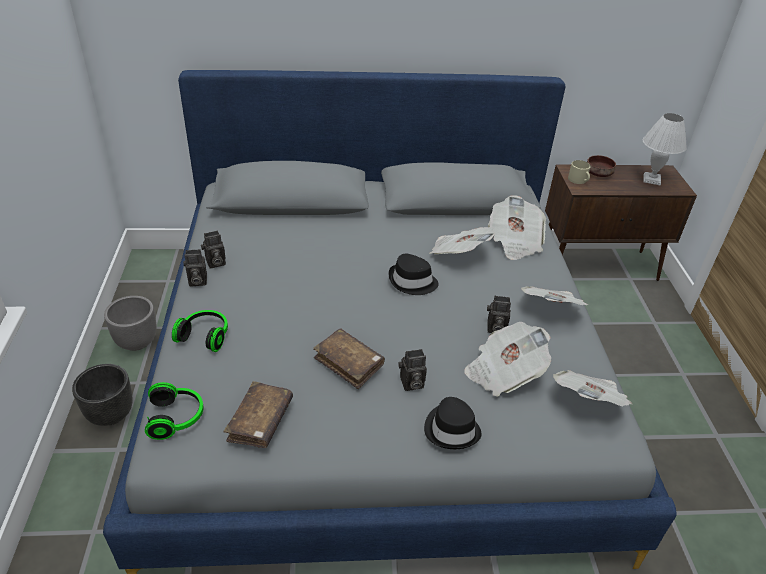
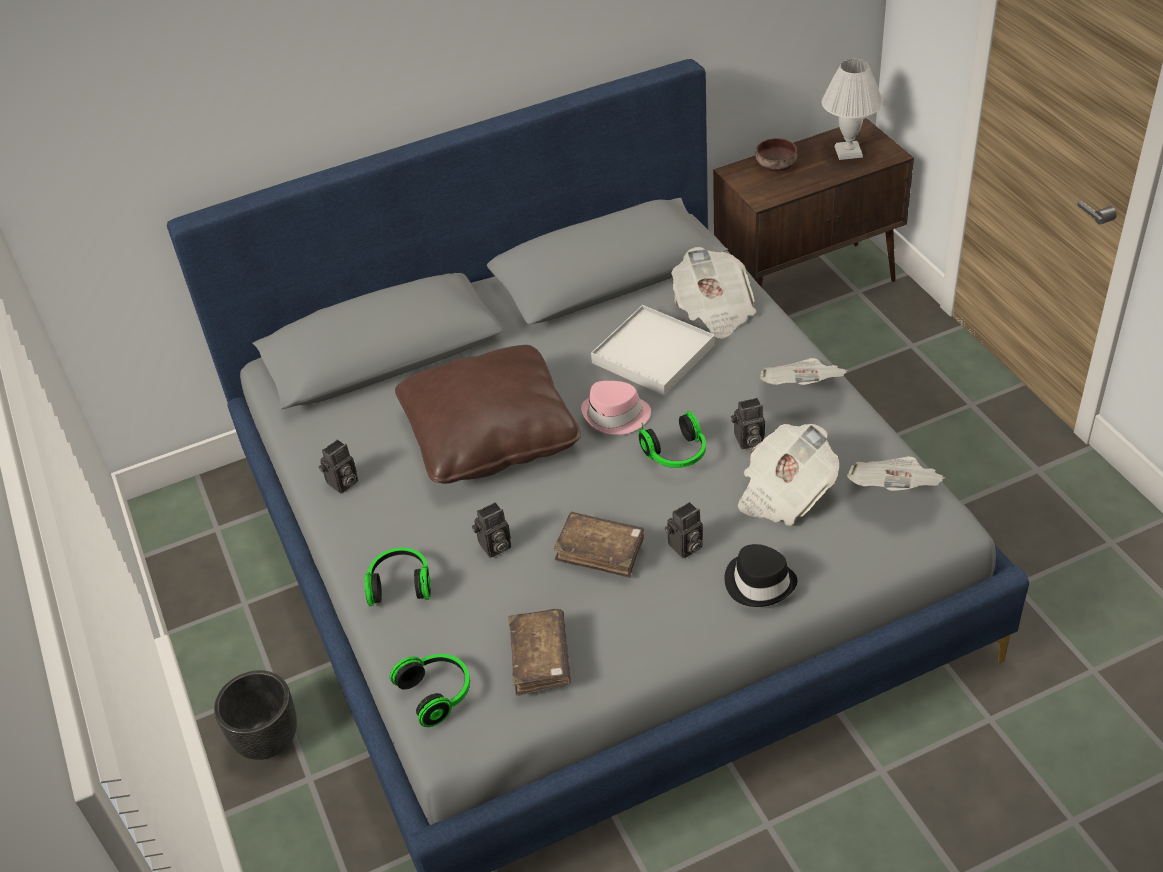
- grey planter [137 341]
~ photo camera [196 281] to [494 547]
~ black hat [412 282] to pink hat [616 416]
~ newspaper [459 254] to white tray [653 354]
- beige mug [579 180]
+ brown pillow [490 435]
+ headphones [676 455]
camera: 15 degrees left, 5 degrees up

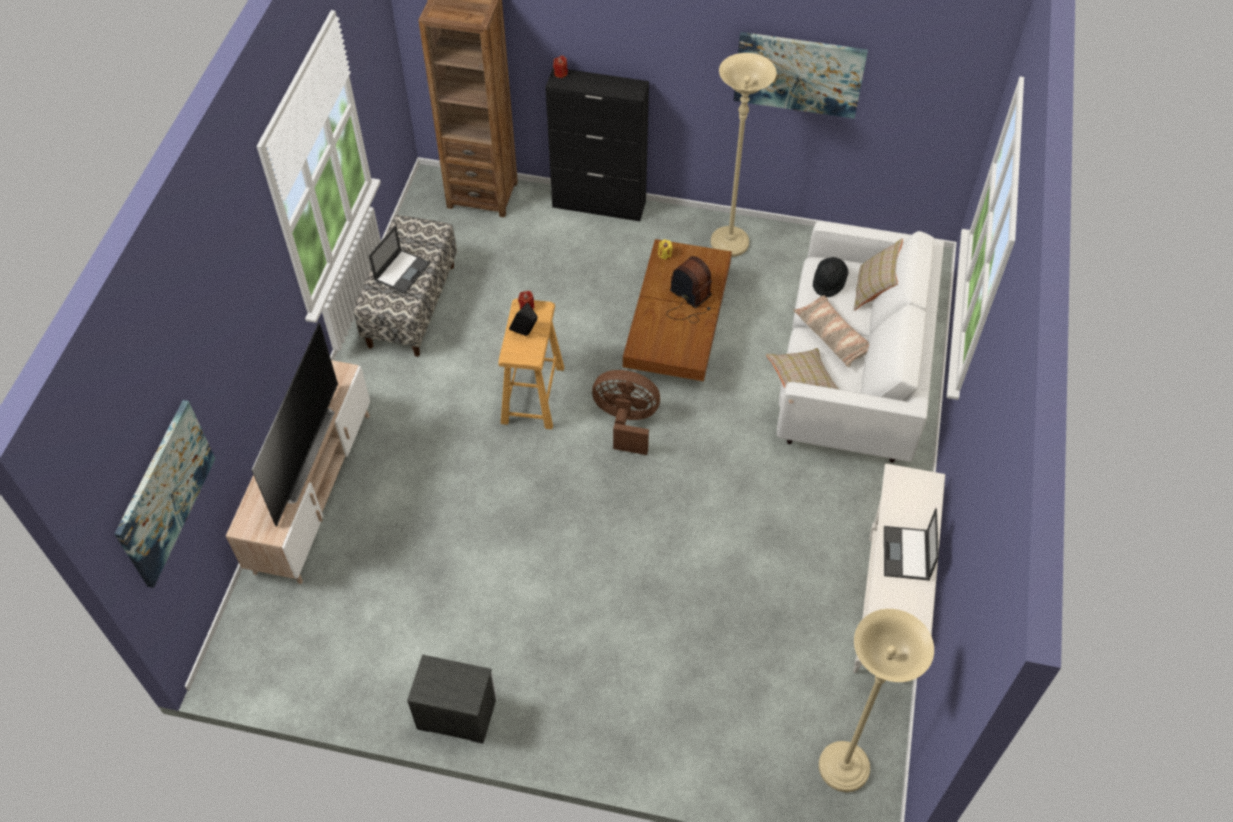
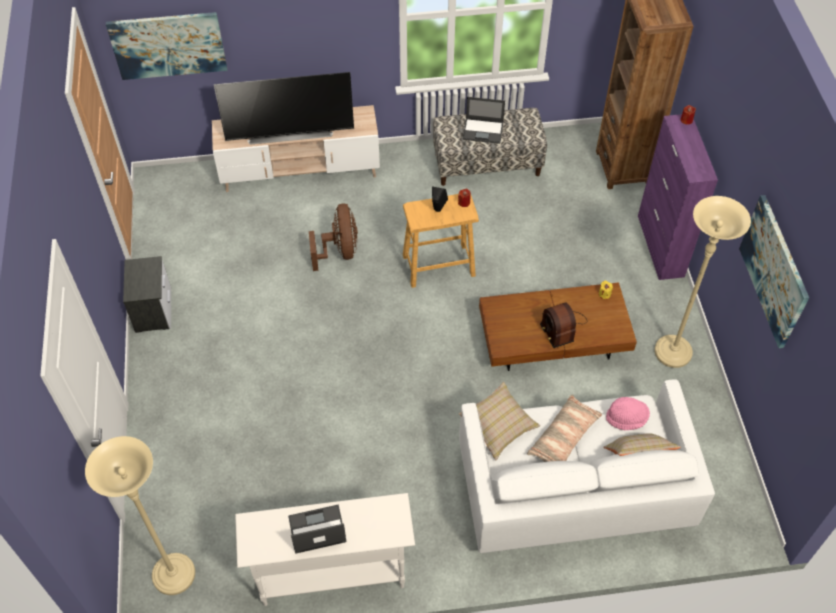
~ black cabinet [599 204] to purple cabinet [660 246]
~ brown fan [626 423] to [339 251]
~ radio [689 301] = [561 326] 135 degrees clockwise
~ black hat [828 282] to pink hat [626 418]
camera: 70 degrees right, 0 degrees up

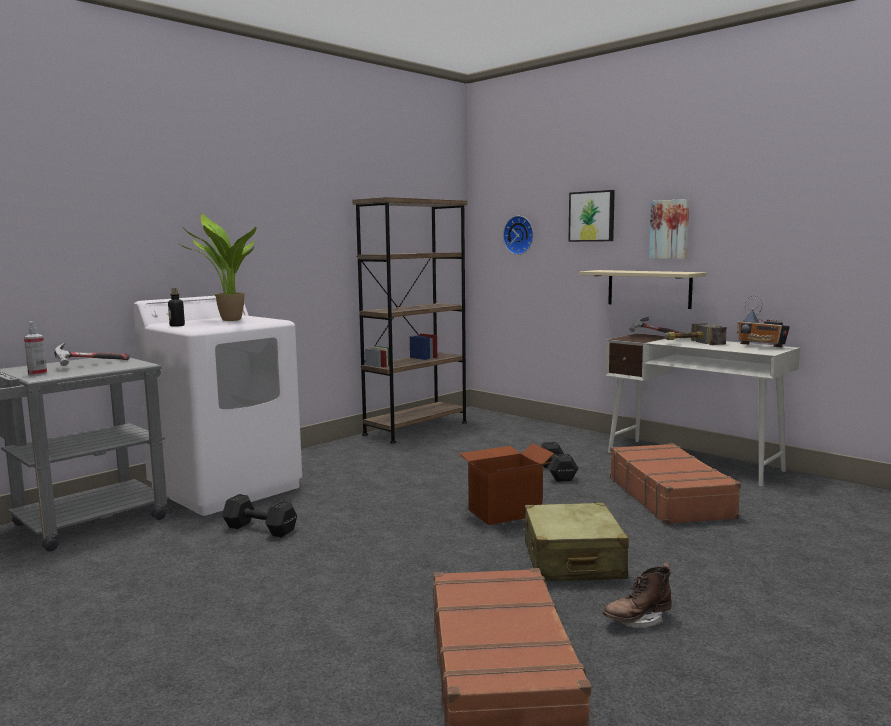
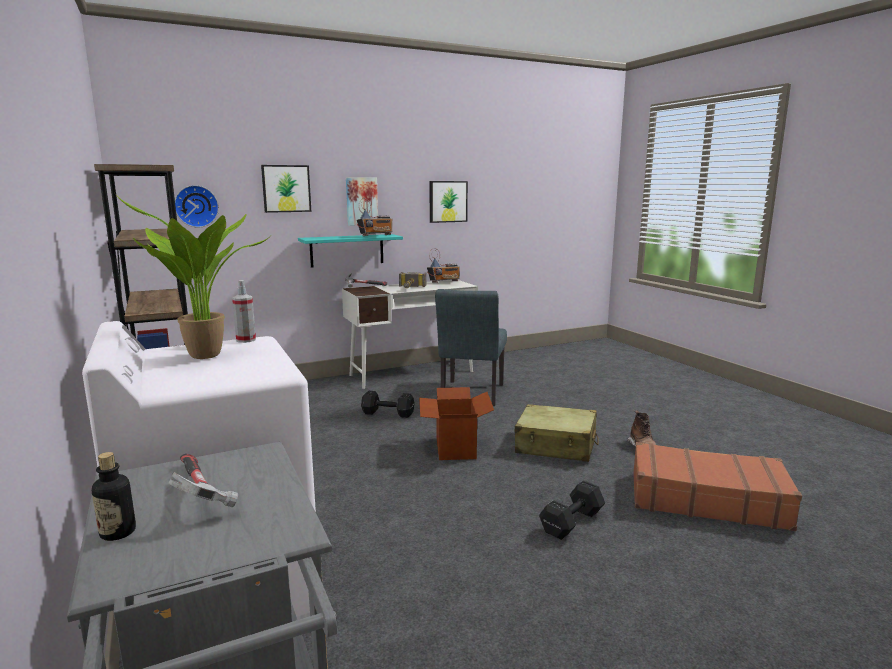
~ spray bottle [37 374] to [246 340]
~ bottle [177 325] to [118 532]
~ black dumbbell [259 528] to [570 523]
~ beige shelf [649 288] to turquoise shelf [347 250]
~ brown suitcase [670 497] to grey chair [471 395]
+ radio [376 236]
+ picture [447 201]
camera: 70 degrees left, 5 degrees up

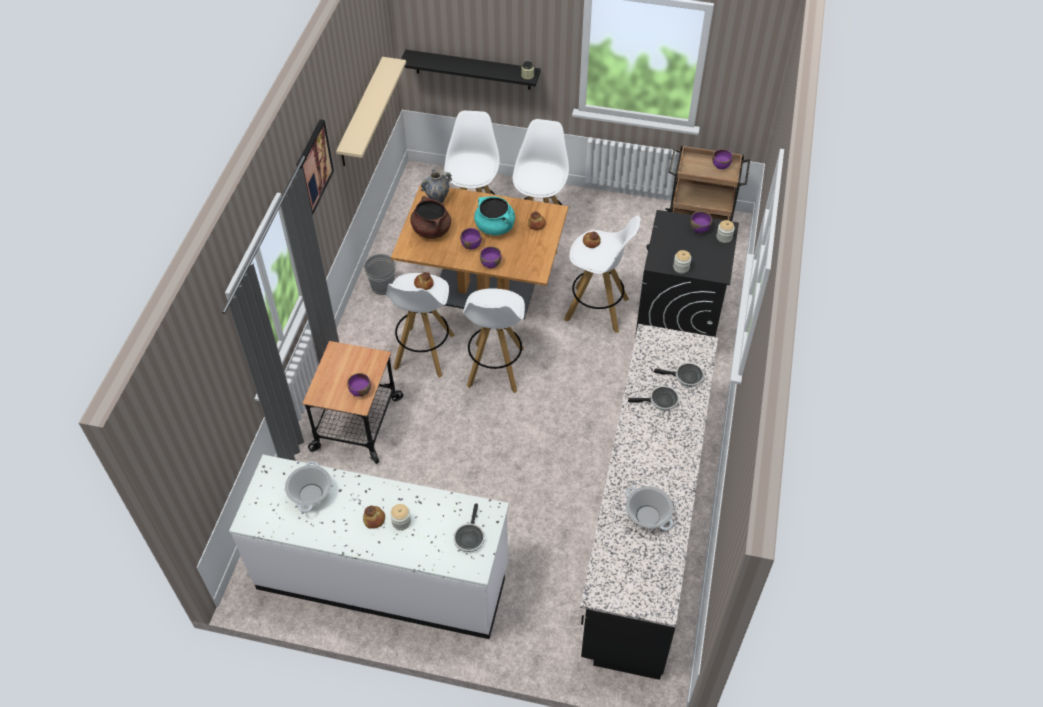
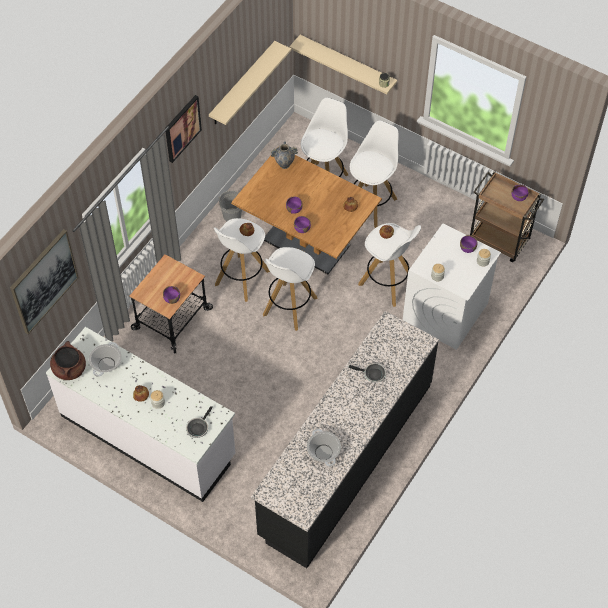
~ black shelf [472 69] to beige shelf [347 64]
~ brown cooking pot [431 230] to [69 369]
- turquoise cooking pot [495 227]
~ black washing machine [677 322] to white washing machine [445 312]
- frying pan [686 377]
+ picture [44 281]
camera: 20 degrees right, 5 degrees up

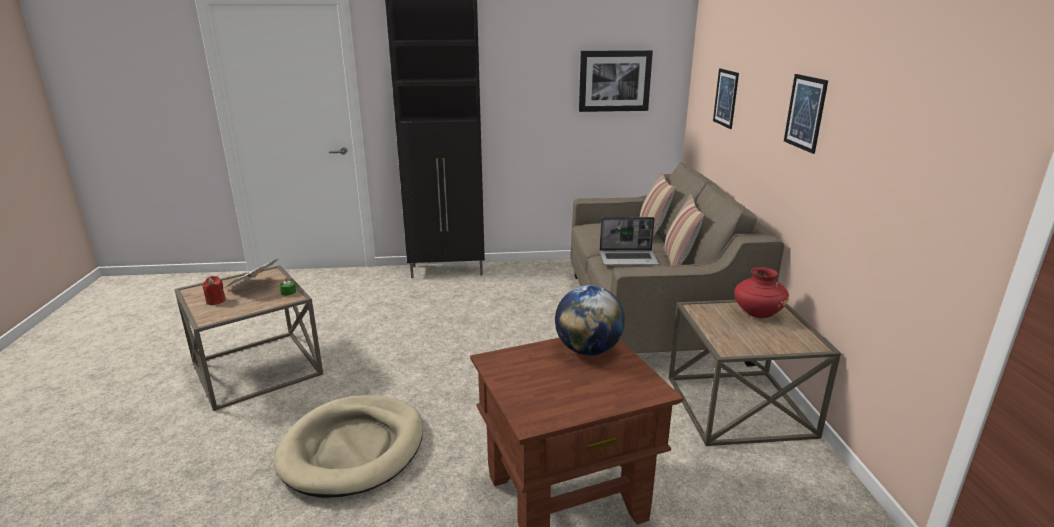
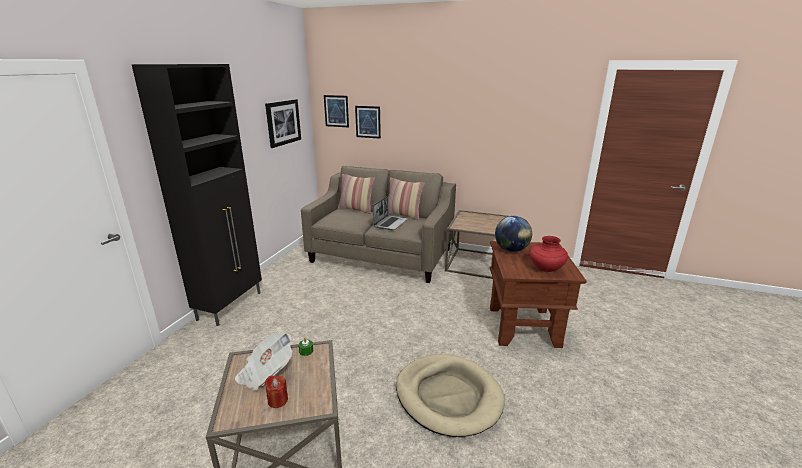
~ red vase [757 313] to [546 268]
~ picture [805 112] to [336 111]
camera: 65 degrees left, 0 degrees up

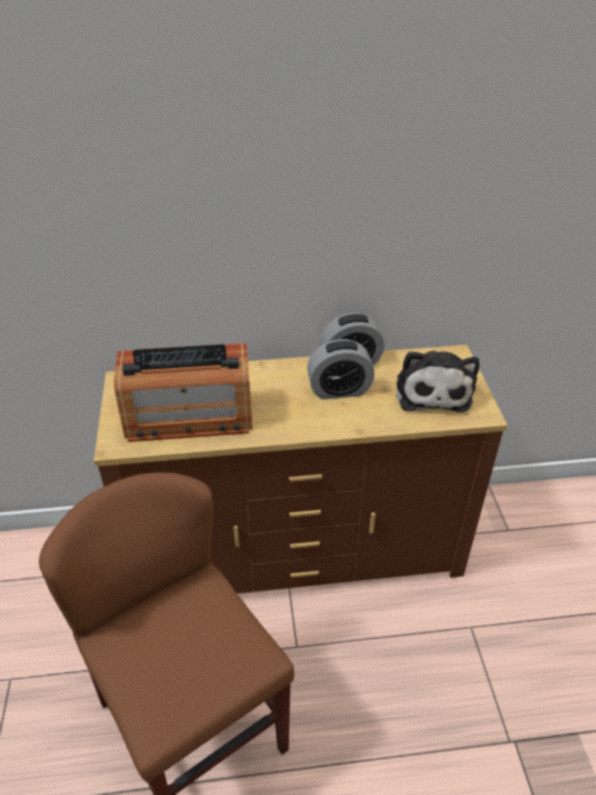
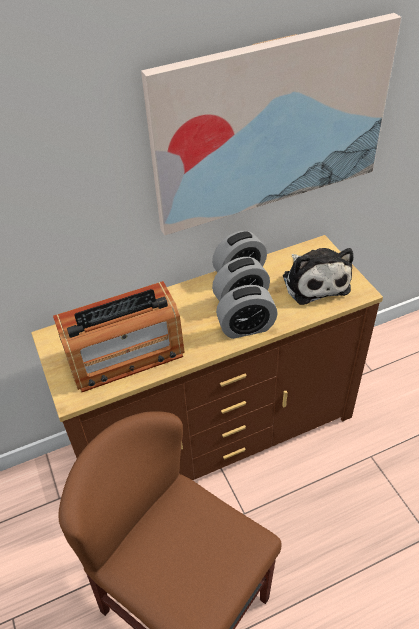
+ picture [271 125]
+ alarm clock [246 328]
camera: 15 degrees left, 5 degrees up

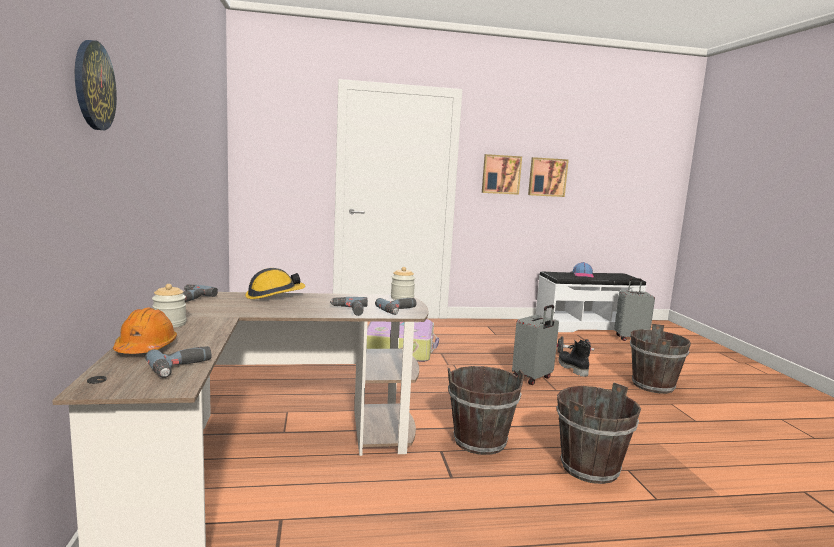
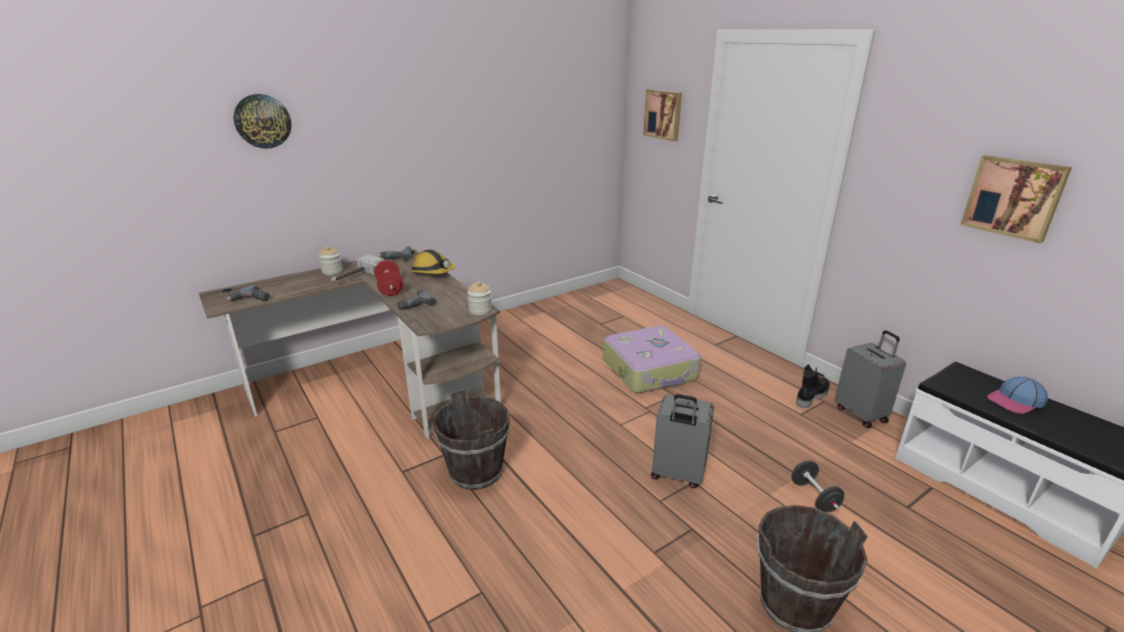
- orange hard hat [146 348]
- power drill [400 310]
~ picture [501 174] to [663 114]
- brown bucket [589 468]
~ black boot [571 368] to [811 396]
~ grey suitcase [630 338] to [861 414]
+ hammer [357 277]
+ red dumbbell [390 289]
camera: 65 degrees right, 15 degrees up

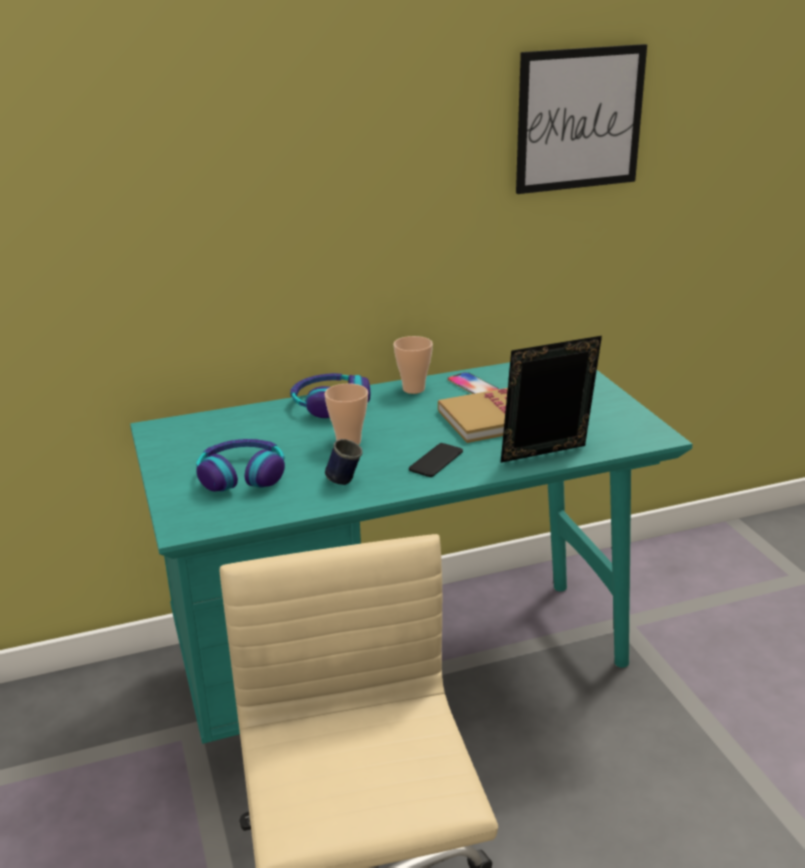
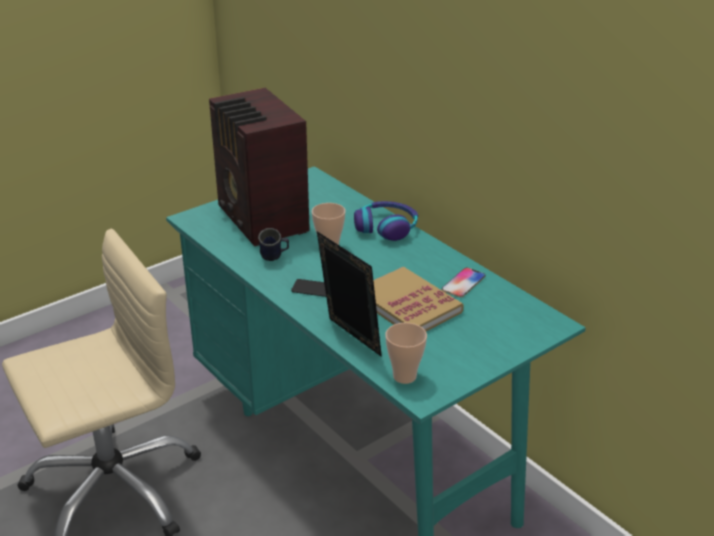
~ headphones [242 475] to radio [261 220]
~ cup [413 389] to [404 376]
- picture [579 119]
camera: 70 degrees right, 5 degrees up

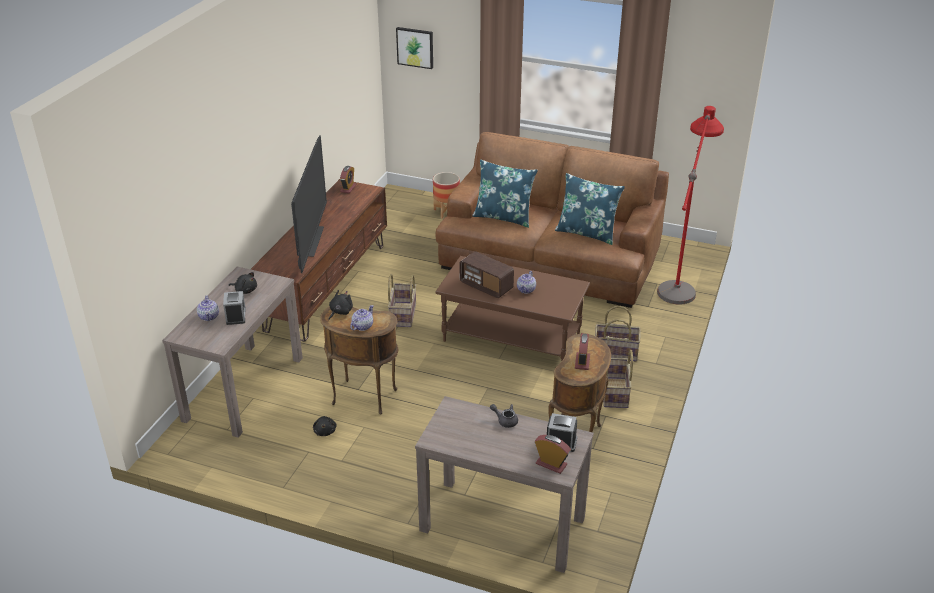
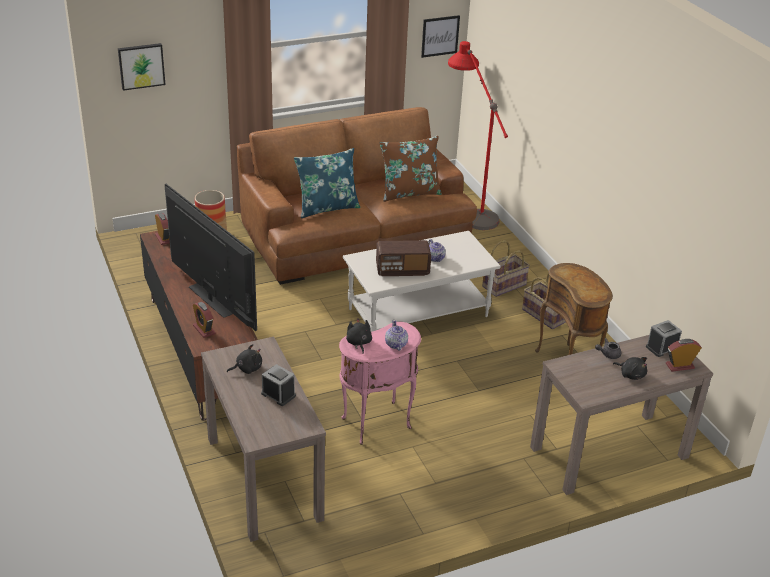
- teapot [209 316]
~ black plush toy [325 431] to [631 374]
~ brown side table [363 398] to pink side table [378 425]
- basket [402 314]
~ brown coffee table [512 337] to white coffee table [418 312]
~ blue pillow [587 233] to brown pillow [409 193]
~ alarm clock [582 362] to [204 329]
+ picture [440 36]
camera: 45 degrees left, 0 degrees up

